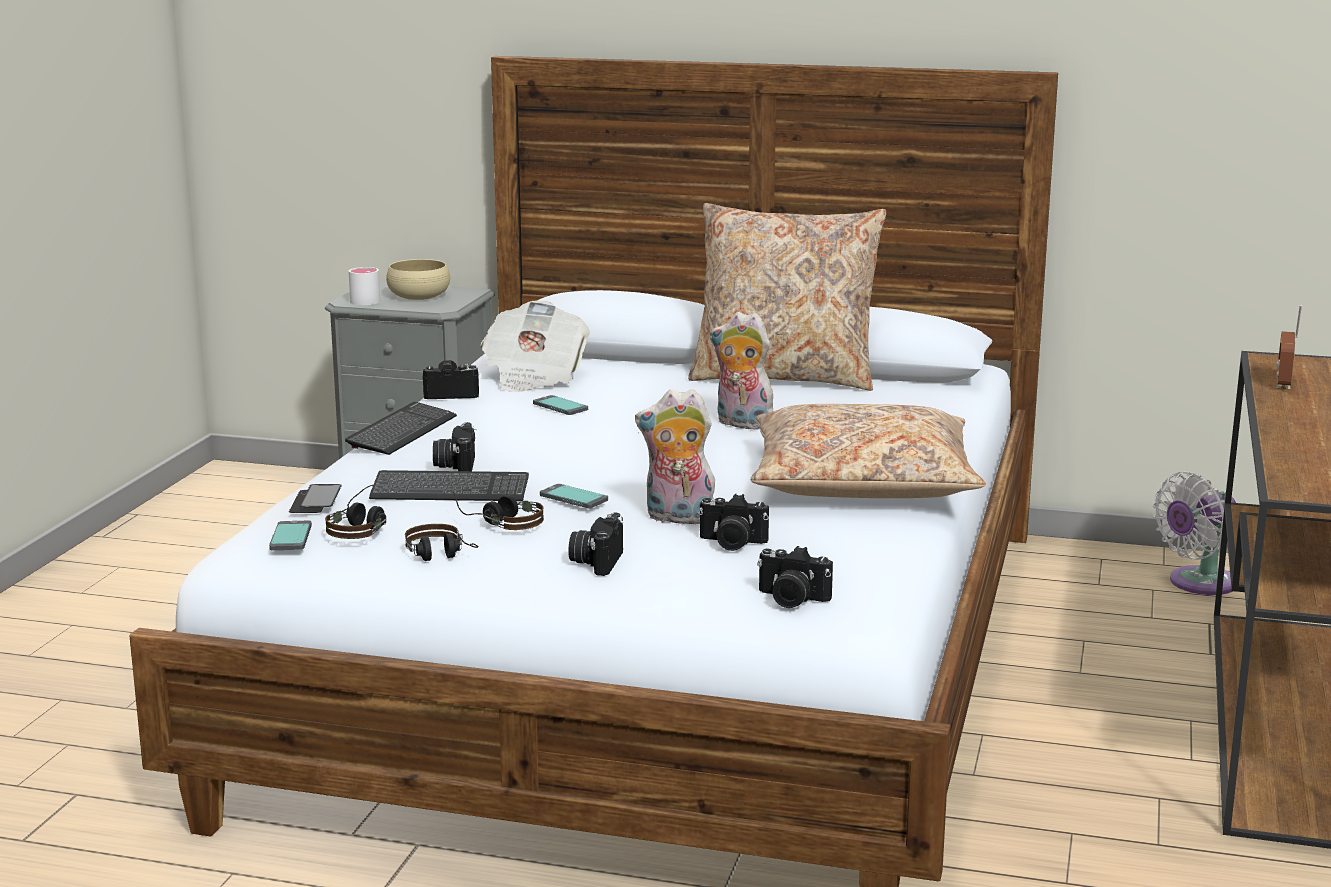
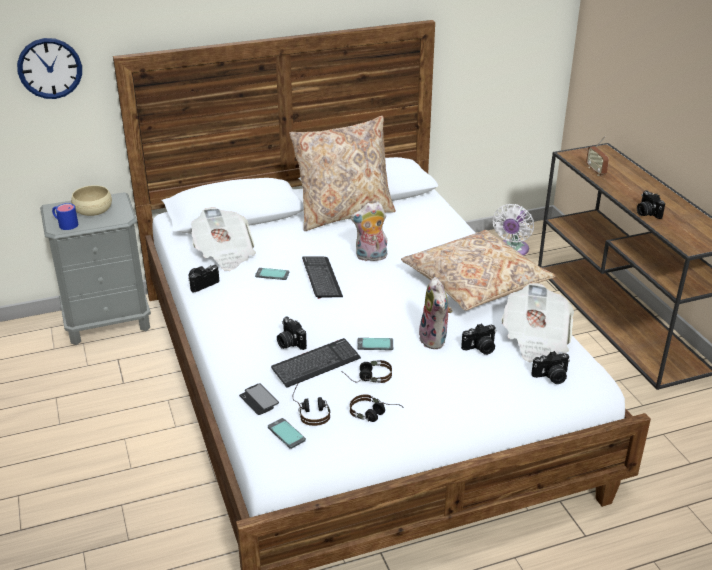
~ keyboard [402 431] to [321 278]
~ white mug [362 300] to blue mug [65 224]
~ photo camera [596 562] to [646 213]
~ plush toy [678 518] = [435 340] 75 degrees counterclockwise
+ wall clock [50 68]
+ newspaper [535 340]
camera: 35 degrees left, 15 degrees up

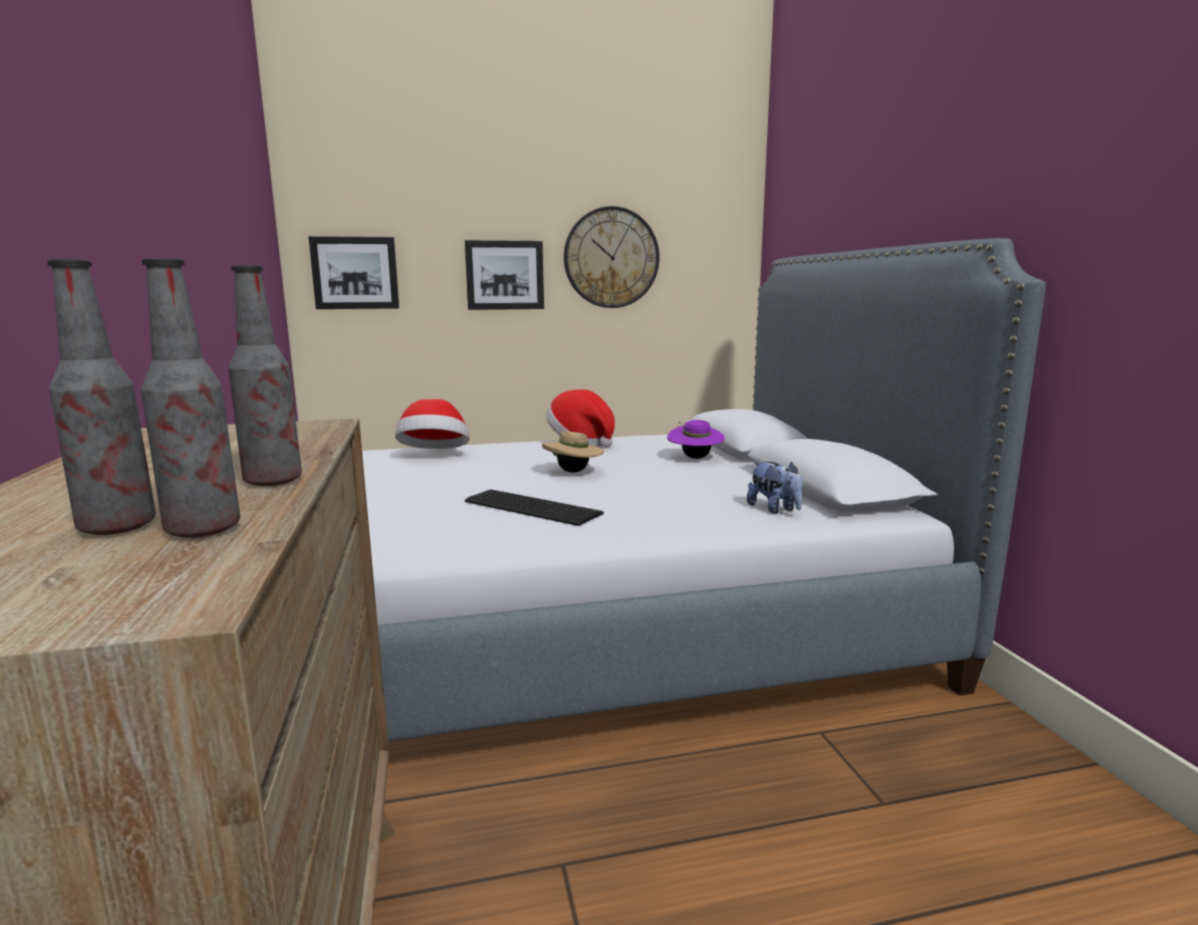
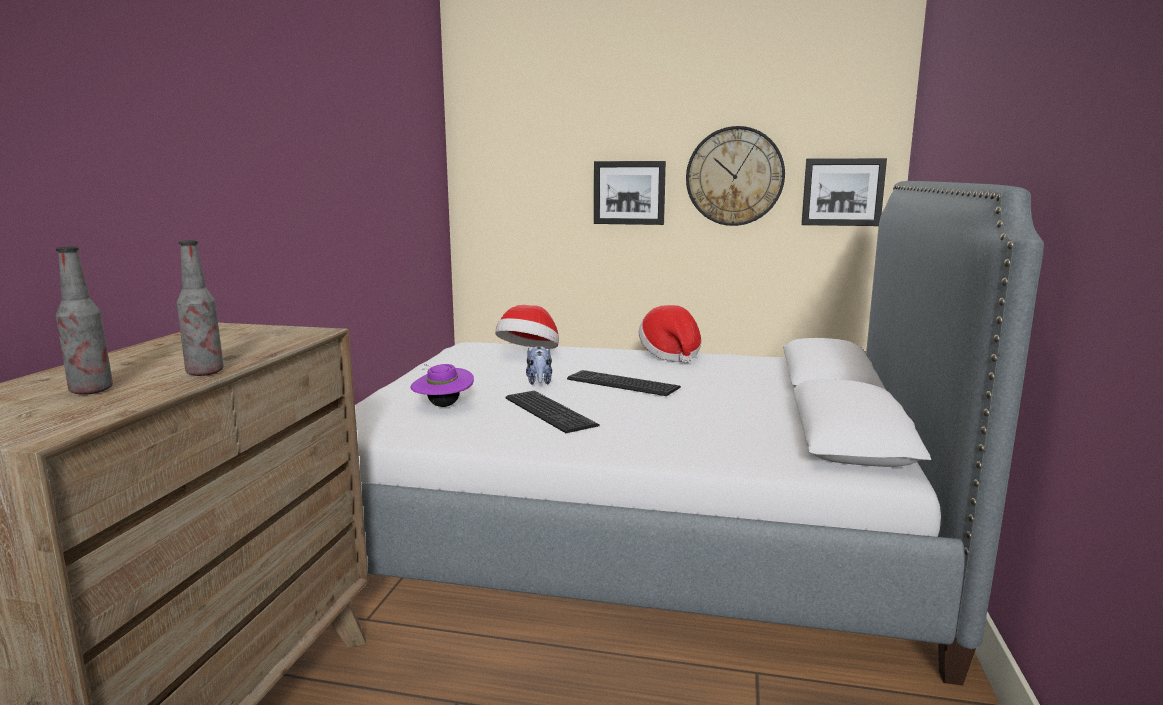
- bottle [203 529]
~ picture [355 273] to [842 192]
~ beige hat [573 472] to keyboard [623 384]
~ purple hat [695 458] to [443 405]
~ plush toy [775 509] to [539 382]
camera: 25 degrees right, 0 degrees up

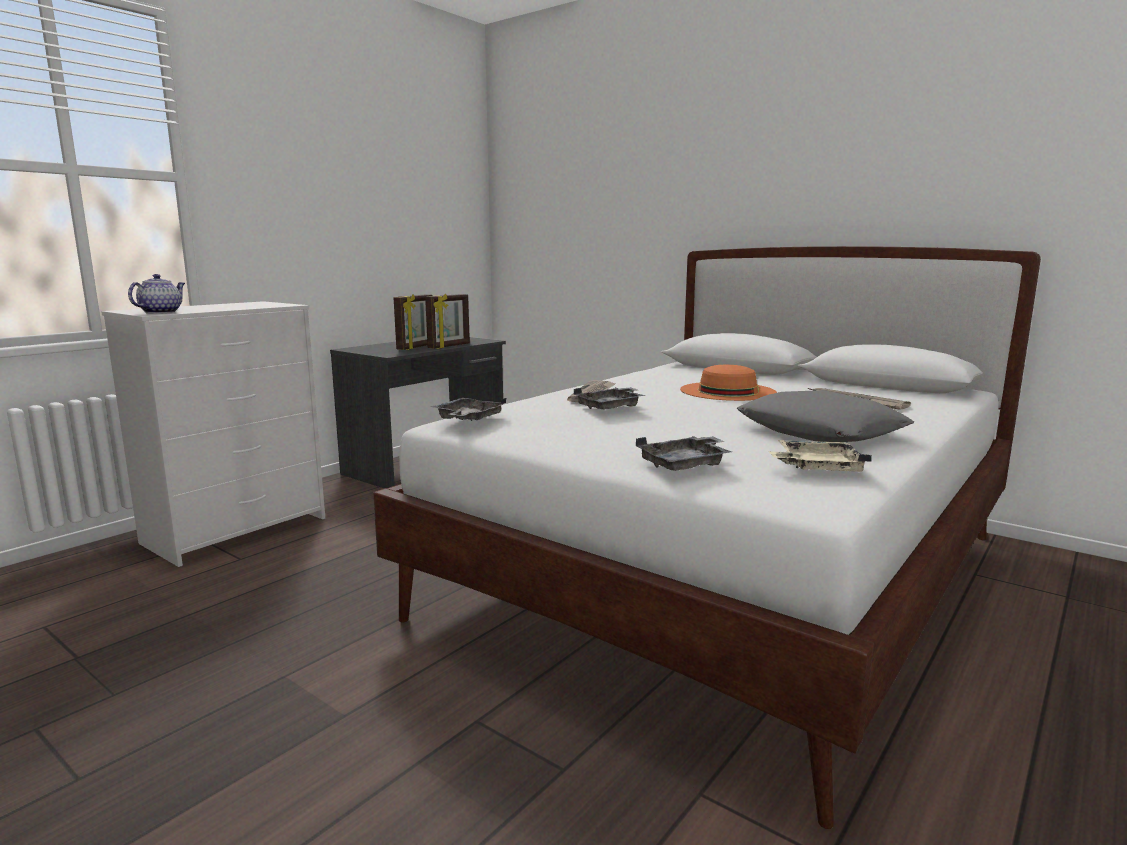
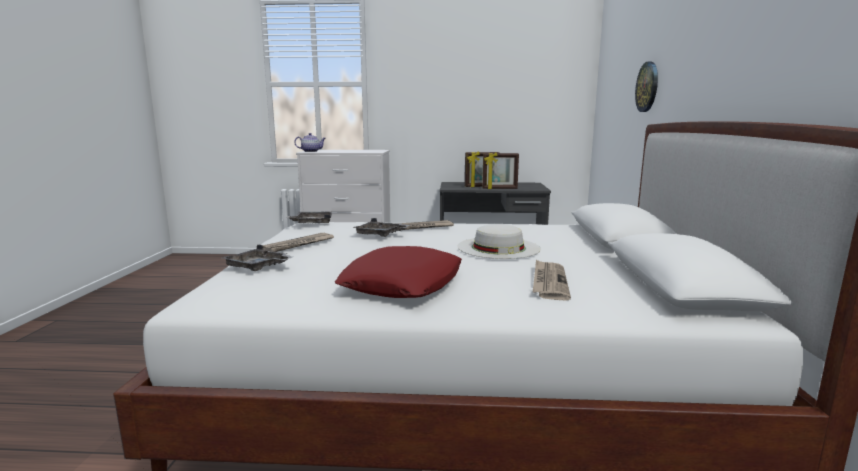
~ orange hat [728 391] to white hat [498 247]
~ grey pillow [820 431] to red pillow [403 284]
- beige tray [816 468]
+ newspaper [299 245]
+ wall clock [647 87]
camera: 55 degrees right, 0 degrees up

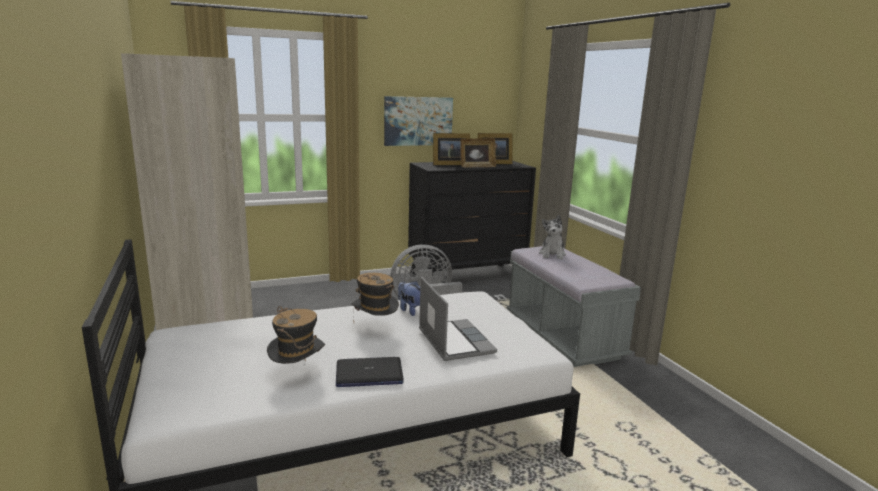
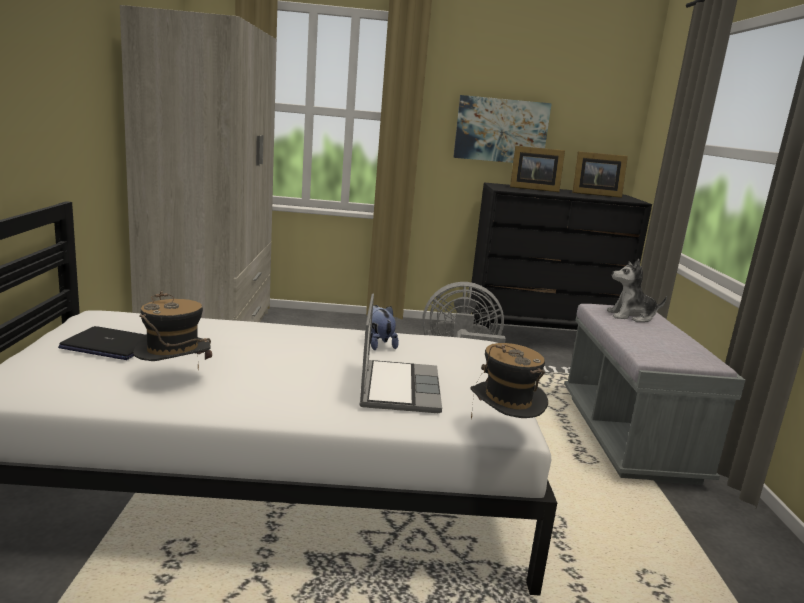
~ laptop [369 374] to [108 345]
~ hat [375 328] to [502 434]
- picture frame [477 167]
~ plush toy [552 254] = [631 316] 60 degrees clockwise
camera: 20 degrees right, 0 degrees up

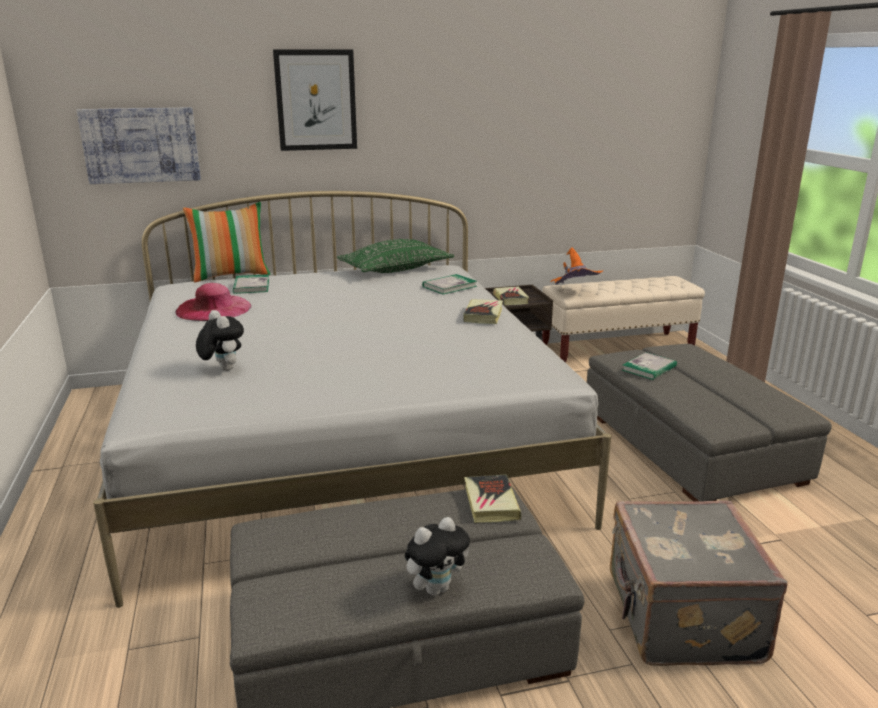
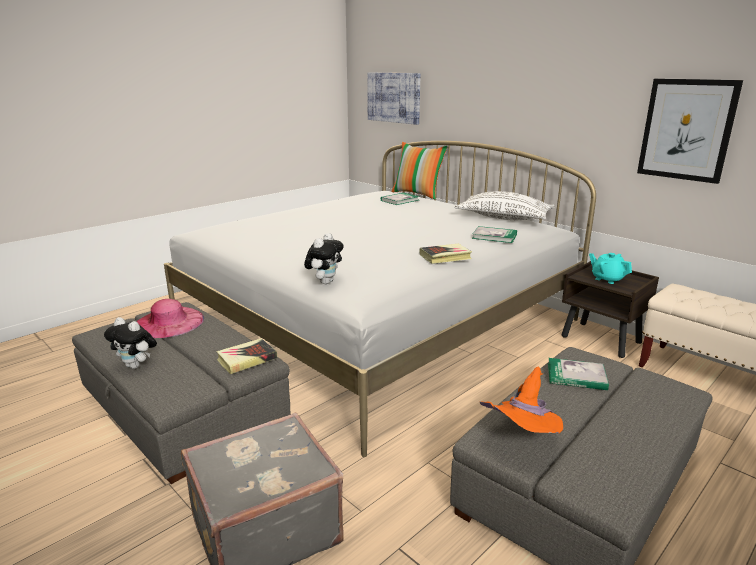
~ pink hat [213 309] to [169 322]
~ plush toy [222 369] to [325 282]
~ picture [316 100] to [686 130]
~ green pillow [396 270] to white pillow [504 218]
~ book [511 299] to turquoise teapot [607 279]
~ orange hat [574 292] to [522 439]
camera: 60 degrees right, 0 degrees up

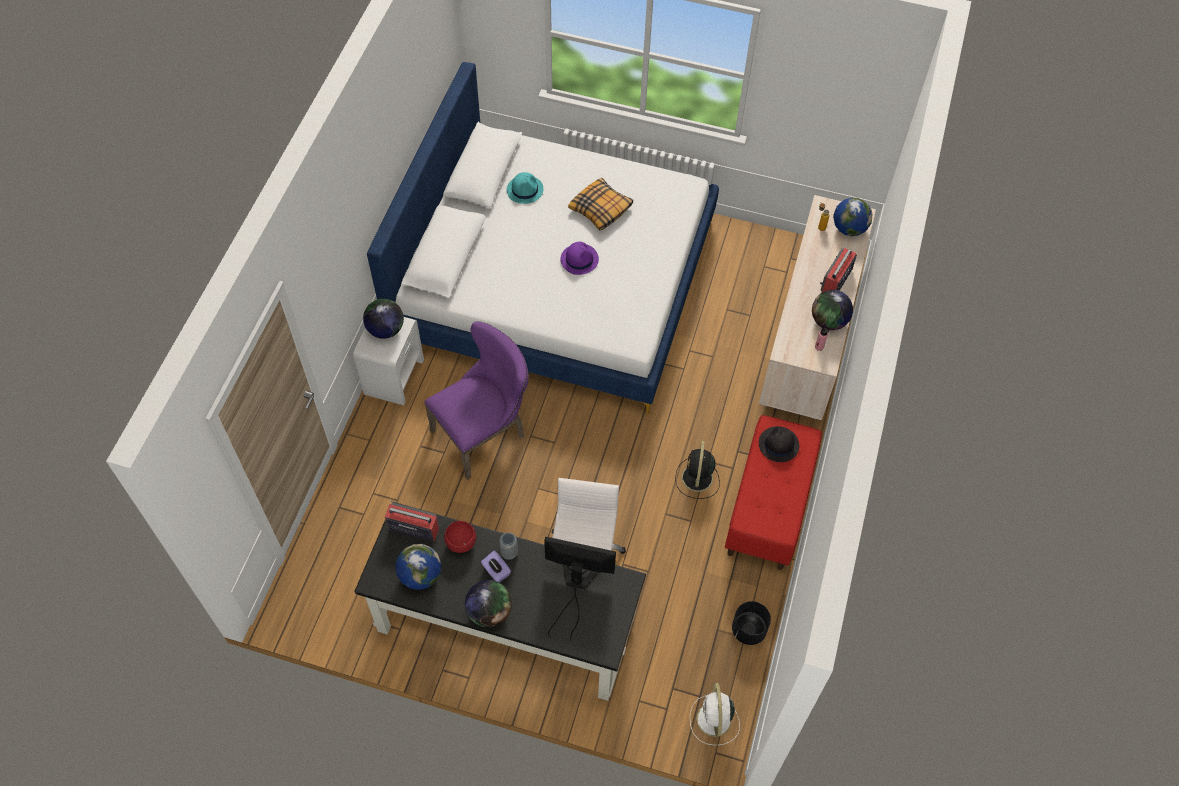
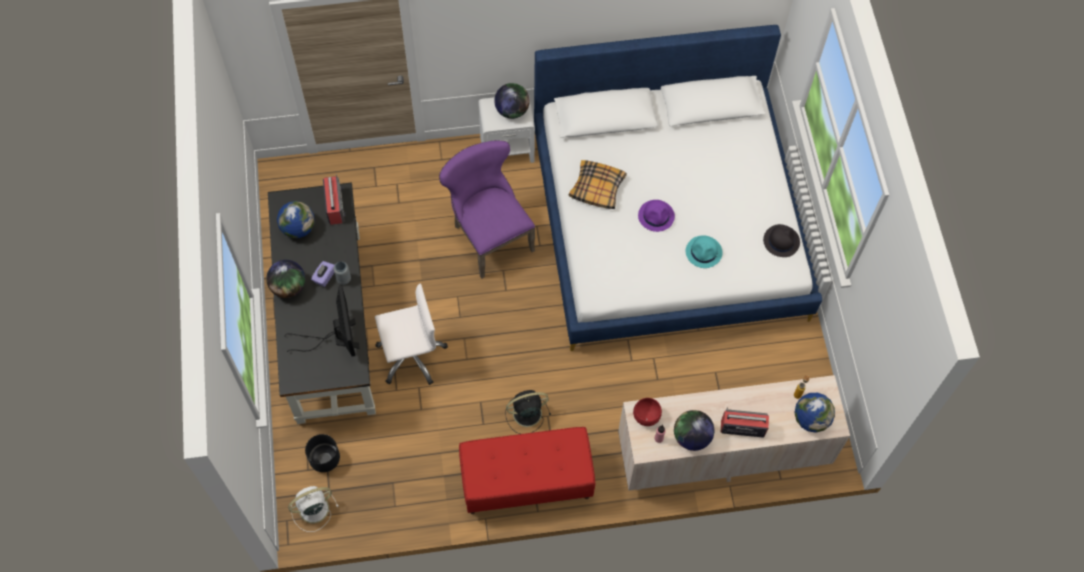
~ purple chair [484 433] = [488 235] 150 degrees counterclockwise
~ red bowl [461 543] to [646 417]
~ turquoise hat [525 190] to [704 252]
~ pillow [601 209] to [597 188]
~ black planter [748 630] to [324 459]
~ black hat [778 444] to [781 241]
camera: 65 degrees right, 5 degrees up

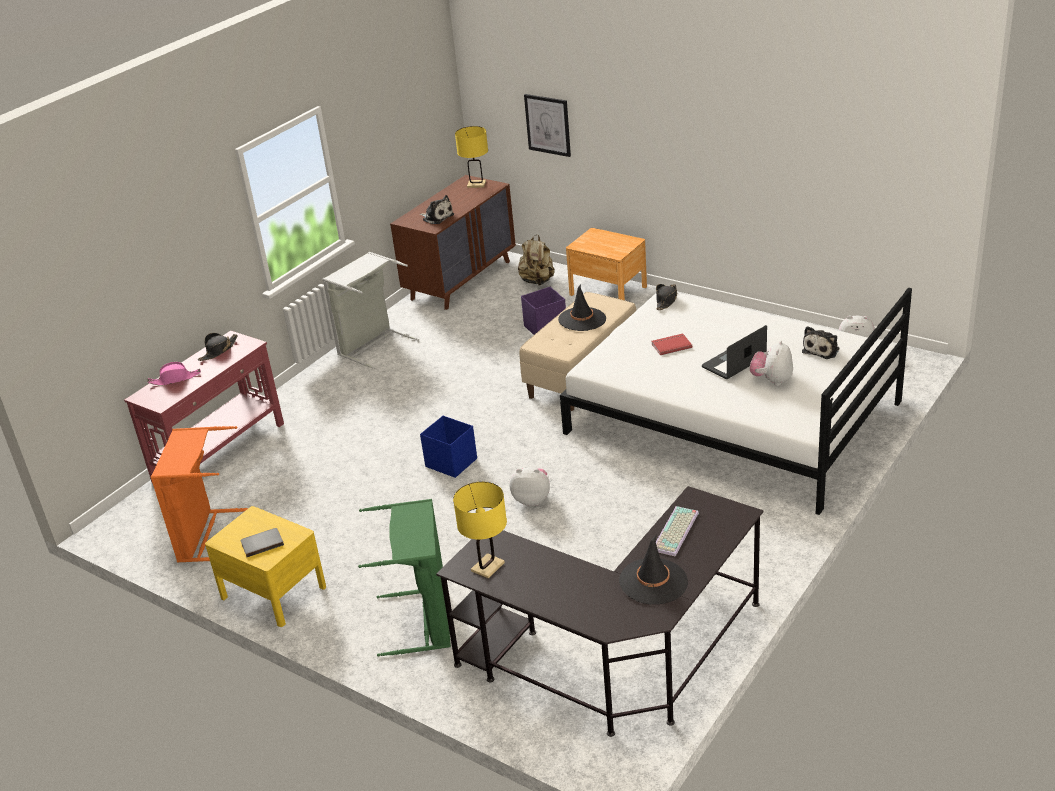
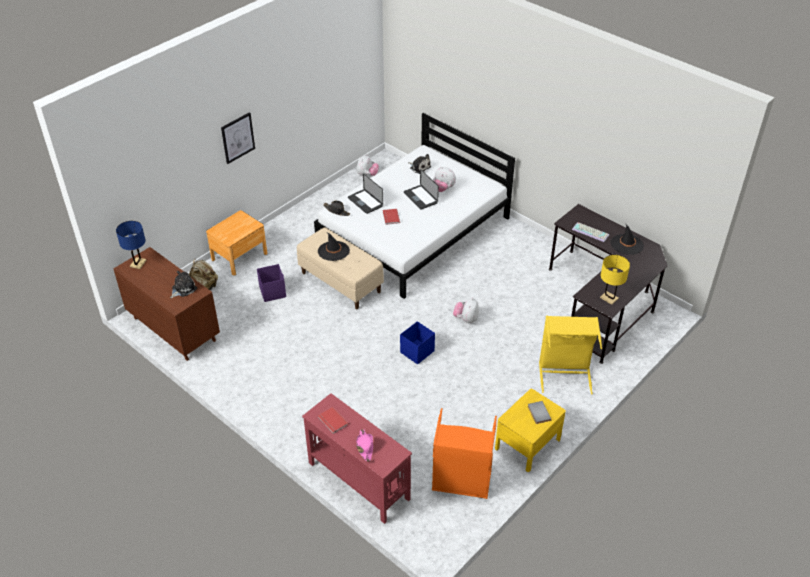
~ black hat [218 350] to red book [332 421]
- grey laundry basket [372 345]
~ green laundry basket [424 621] to yellow laundry basket [564 373]
~ yellow table lamp [476 184] to blue table lamp [138 263]
~ picture [548 125] to [237 137]
+ laptop [365 202]
camera: 85 degrees left, 10 degrees up

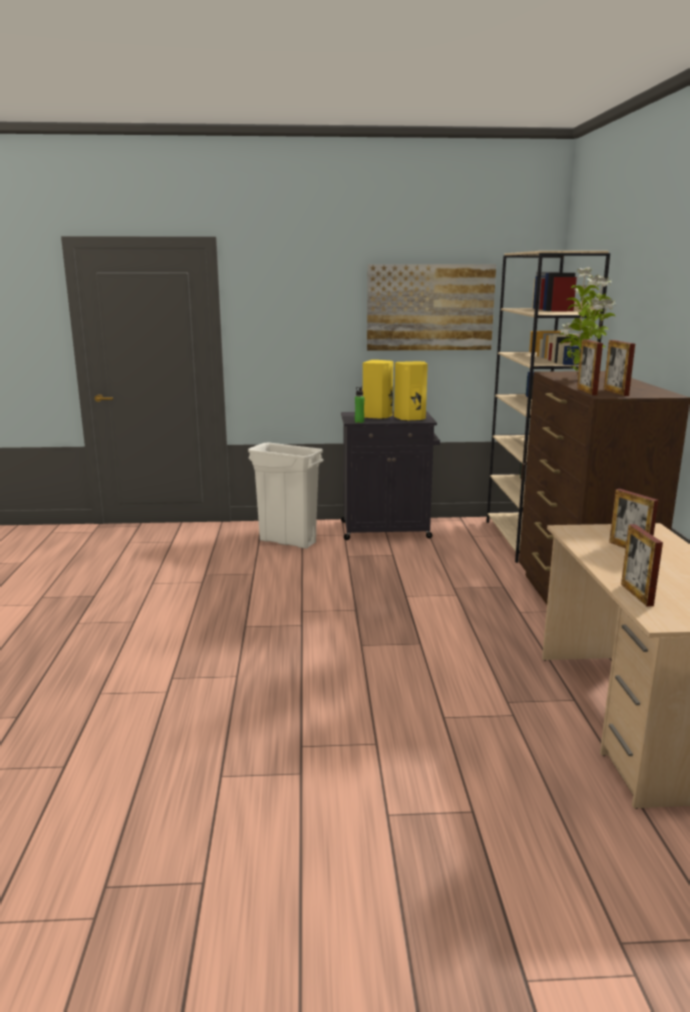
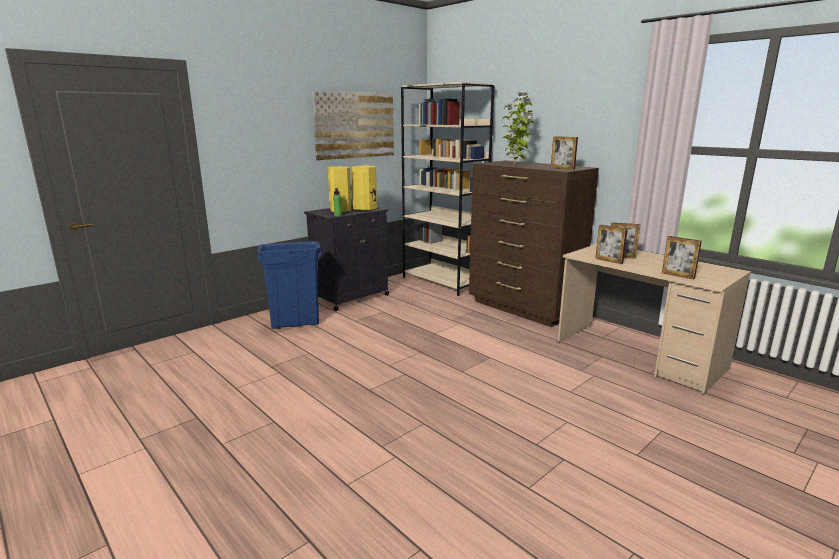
~ white trash can [287 541] to blue trash can [295 324]
~ picture frame [587 391] to [609 261]
camera: 40 degrees left, 0 degrees up

